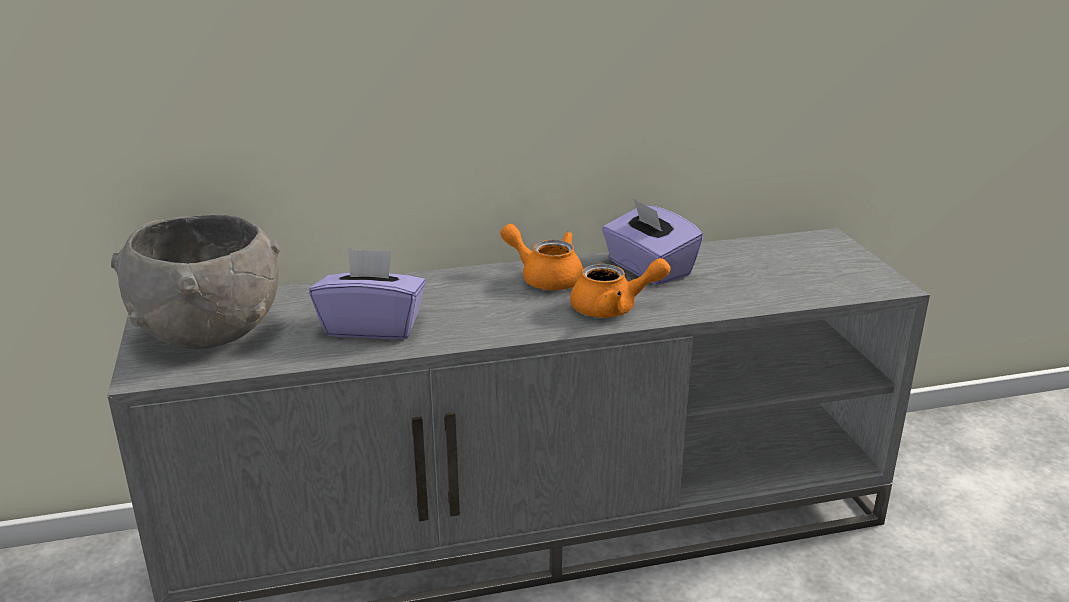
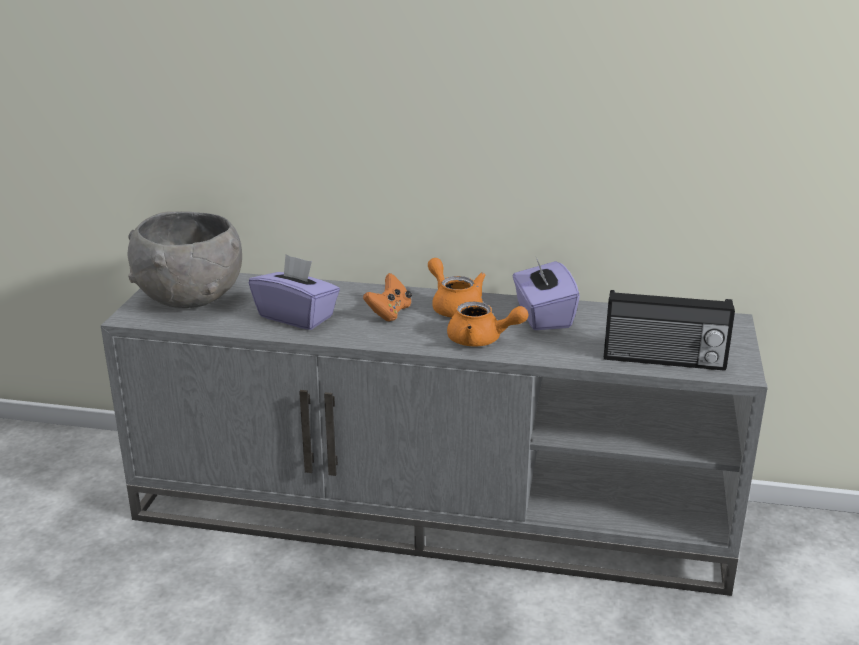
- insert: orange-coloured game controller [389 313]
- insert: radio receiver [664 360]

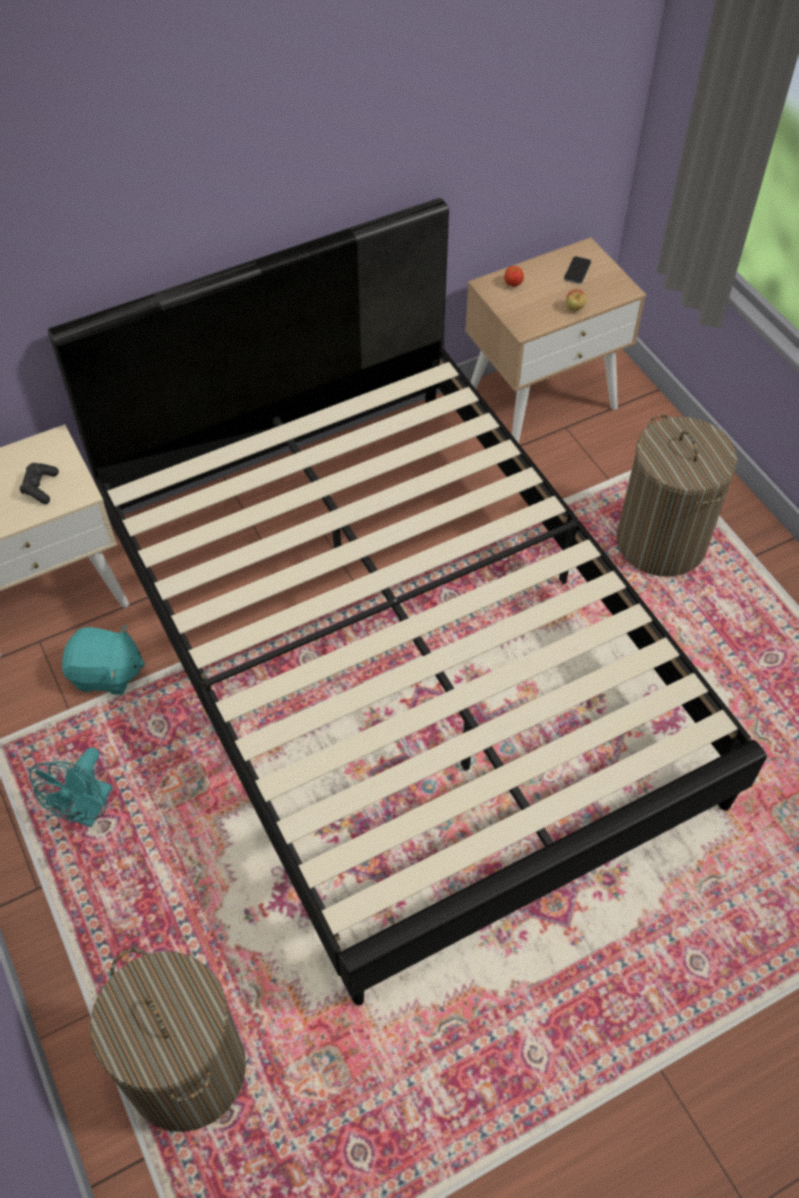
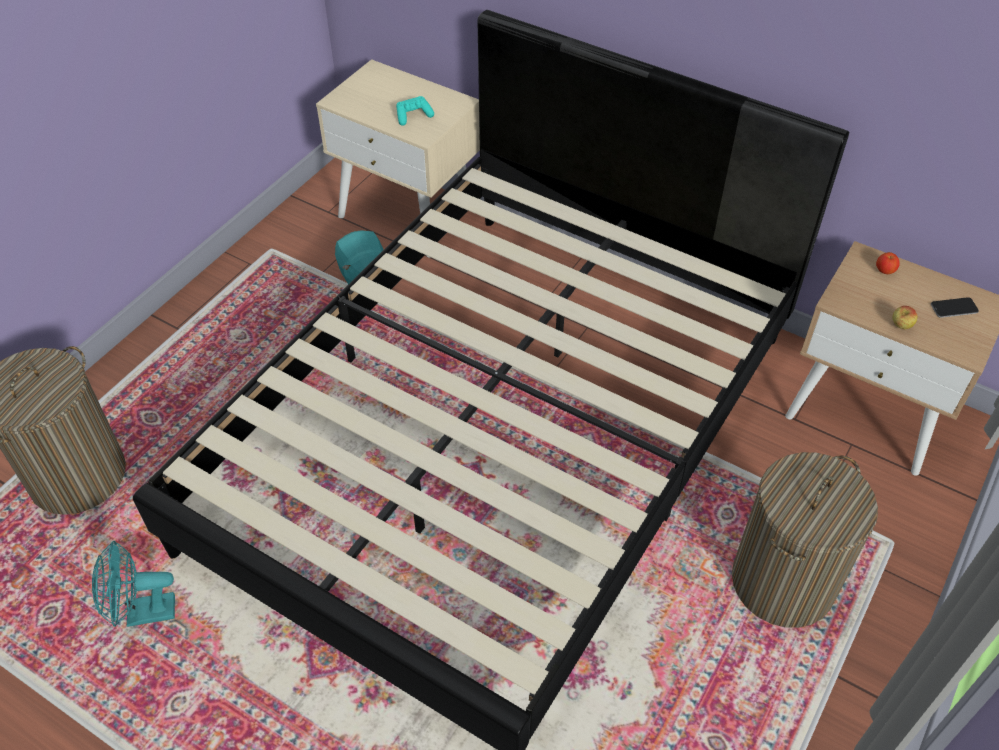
- move: blue-green electric fan [87 811] to [142 613]
- recolor: blackish game controller [40 488] to blue-green game controller [413 116]

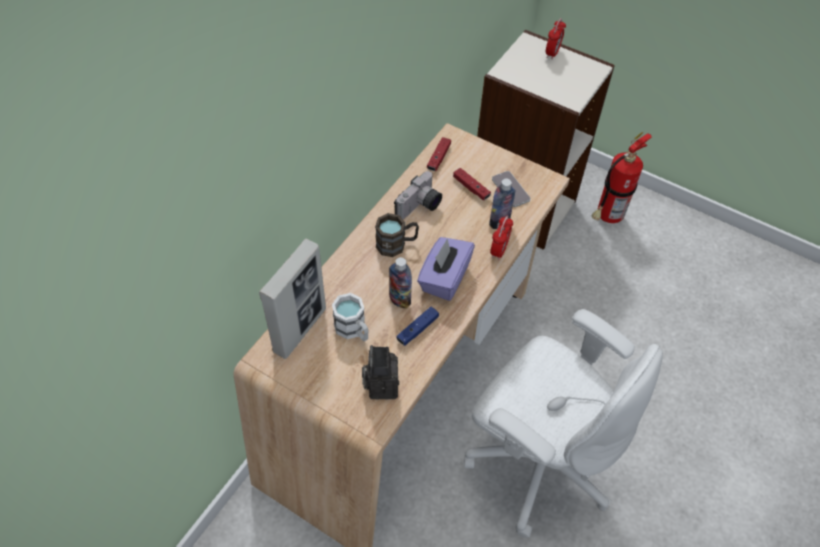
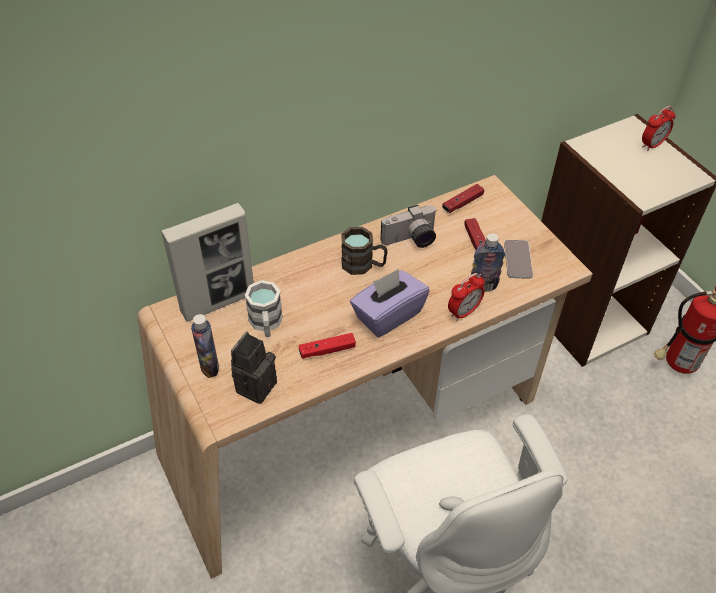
- move: drink bottle [400 300] to [209 366]
- recolor: bluish game controller [417 329] to red game controller [327 350]

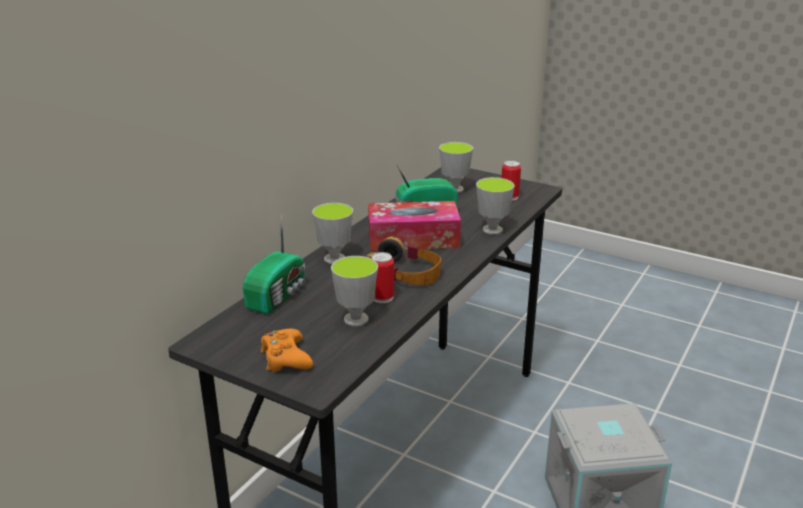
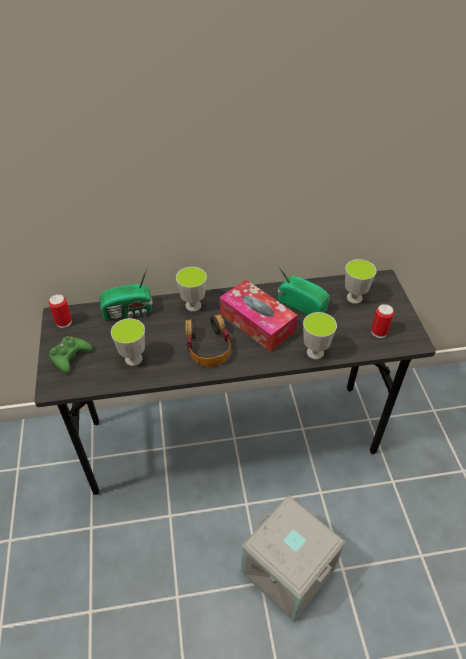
- move: metal can [382 297] to [64 322]
- recolor: orange-coloured game controller [285 358] to green game controller [70 357]

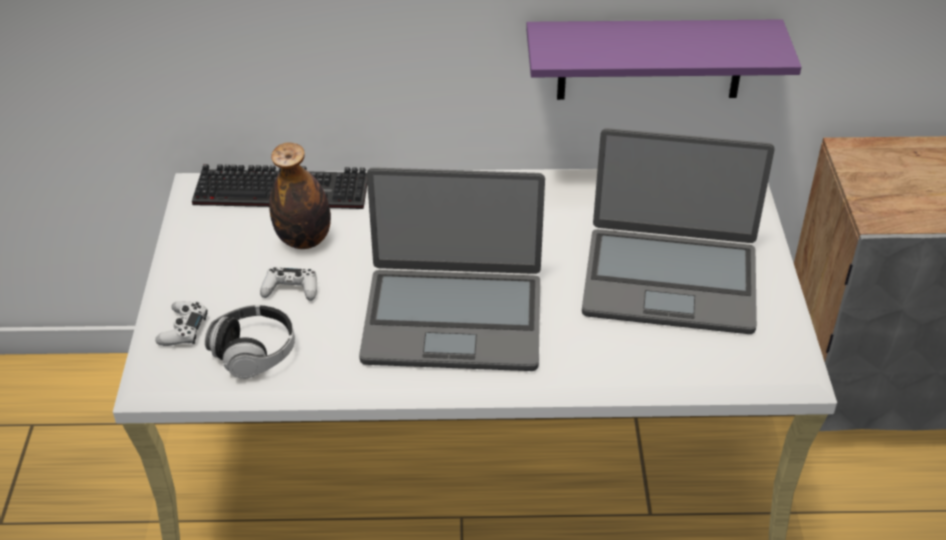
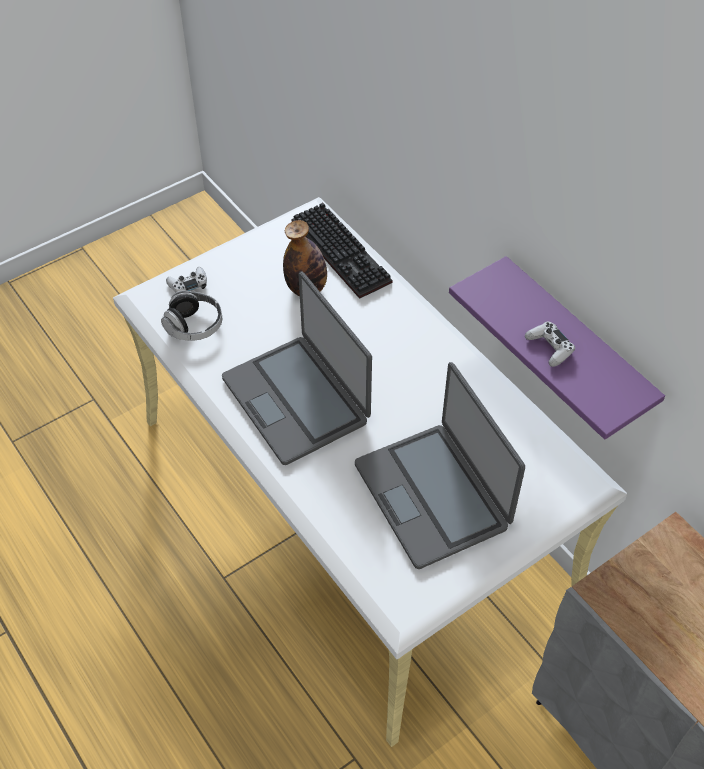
- move: white-coloured game controller [291 289] to [549 348]

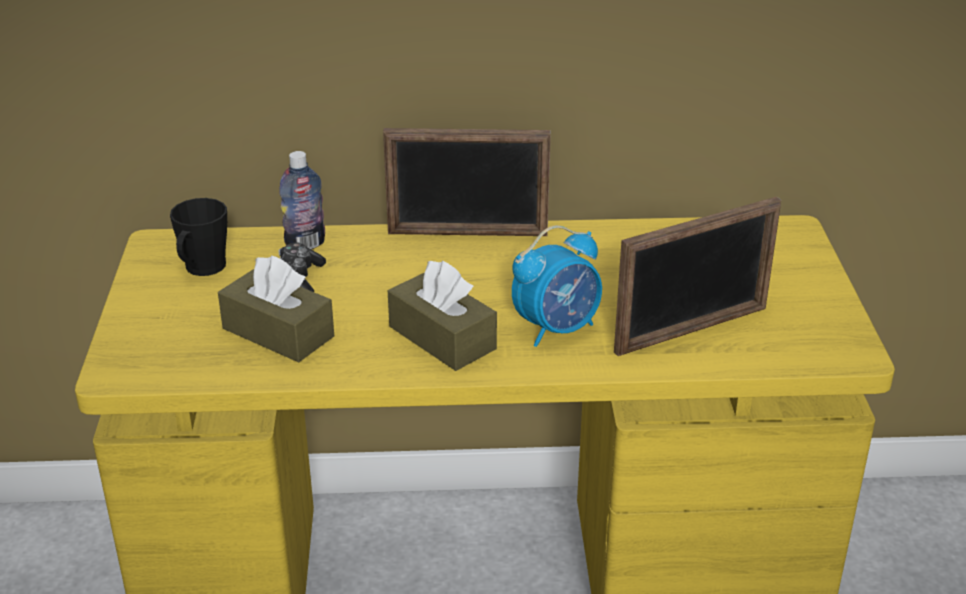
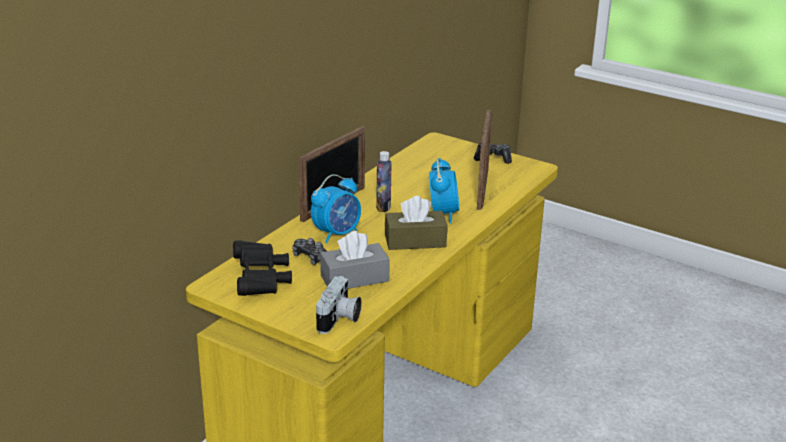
- replace: blackish mug [202 269] to blackish pair of binoculars [261 280]
- insert: alarm clock [337 234]
- insert: photo camera [339 319]
- recolor: brown-coloured tissue box [278 332] to gray tissue box [354 278]
- move: drink bottle [305 244] to [383 207]
- insert: game controller [493 158]

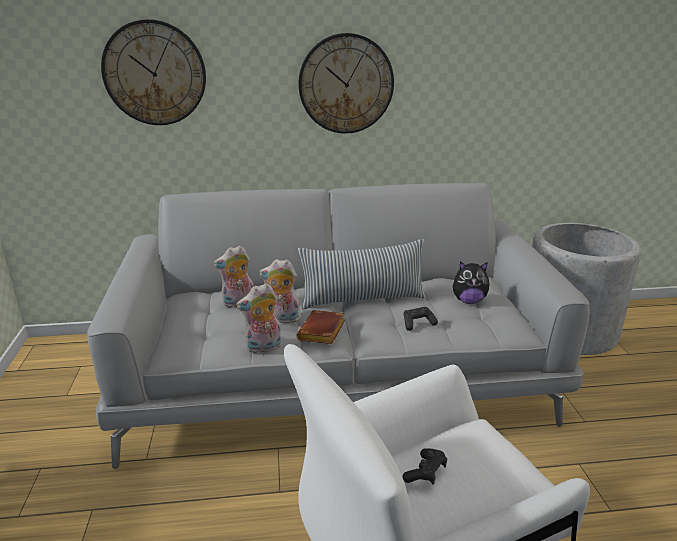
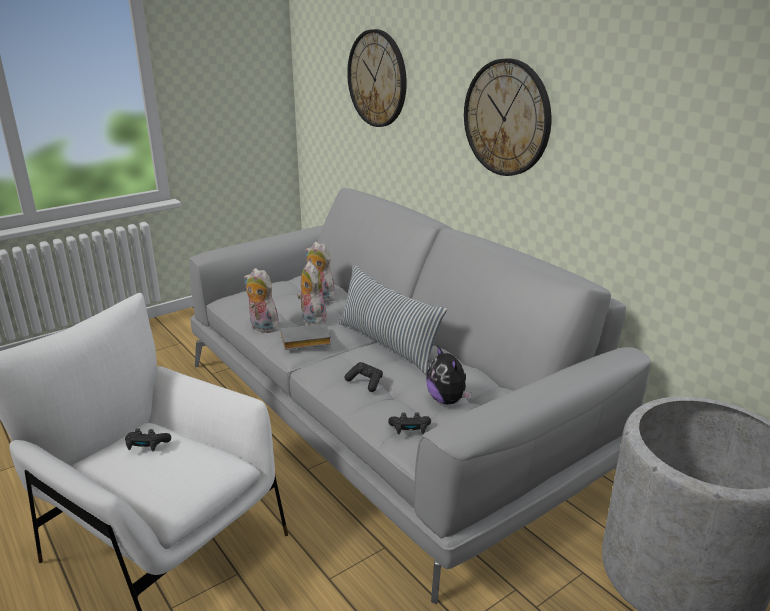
- recolor: brown-coloured bound book [323 332] to gray bound book [304 342]
- insert: blackish game controller [410 430]

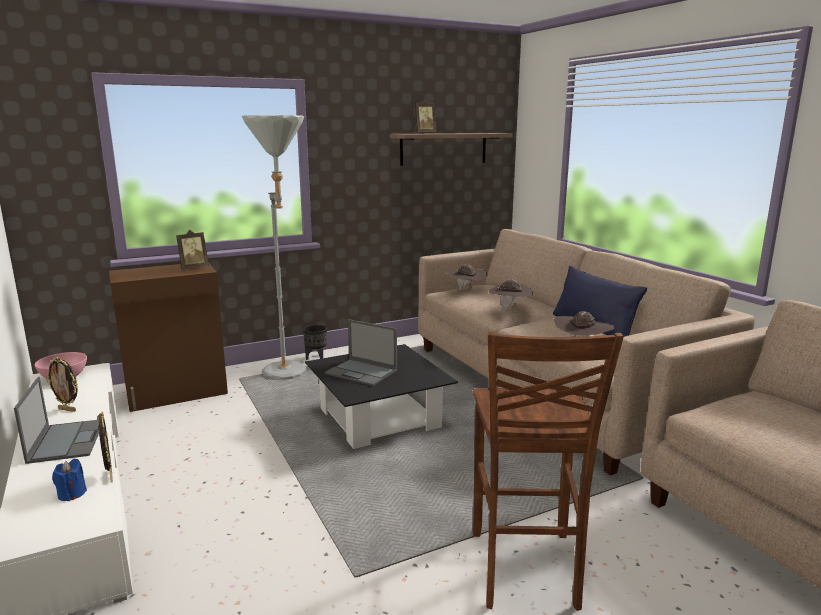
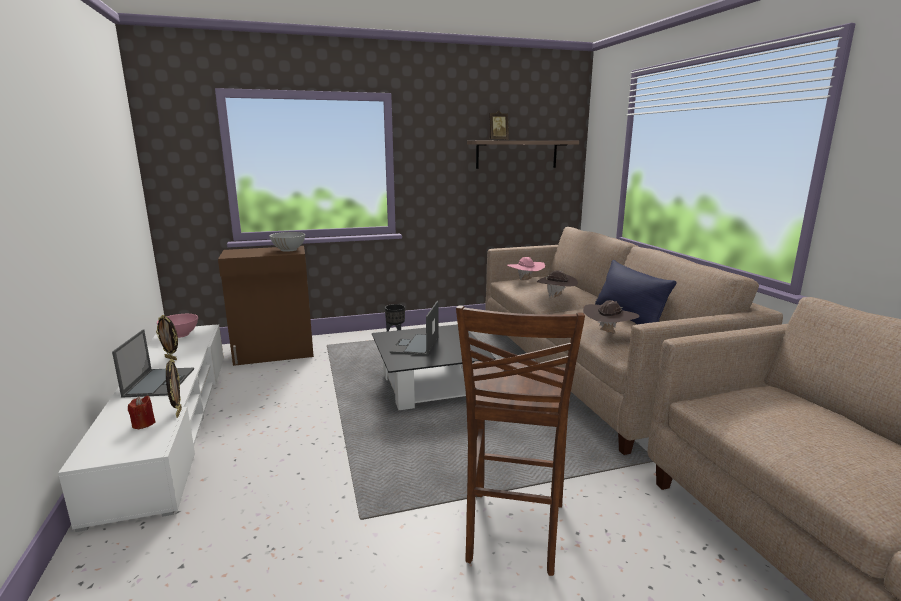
- recolor: bluish candle [72 494] to red candle [143 424]
- replace: photo frame [193 267] to white-coloured bowl [289 250]
- rotate: portable computer [362 372] = [415 345] 60 degrees clockwise
- recolor: brown-coloured hat [466 291] to pinkish hat [525 280]
- delete: gray floor lamp [288 375]

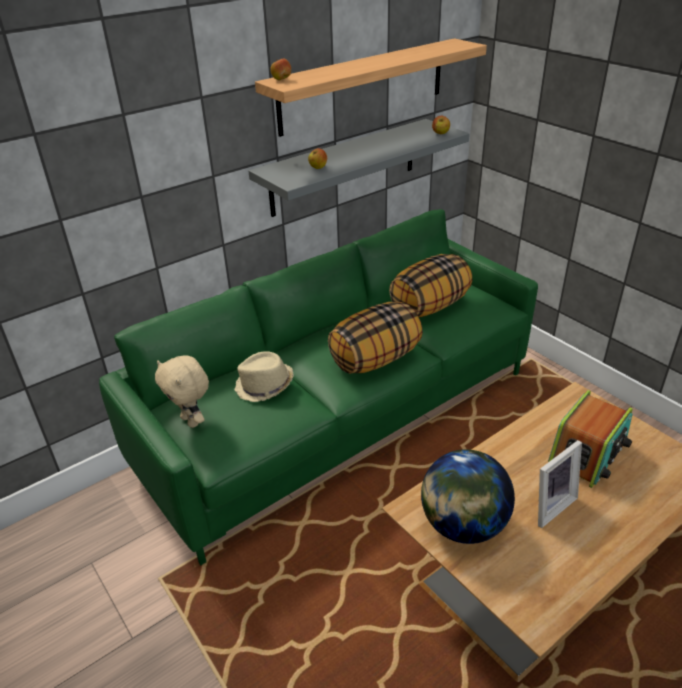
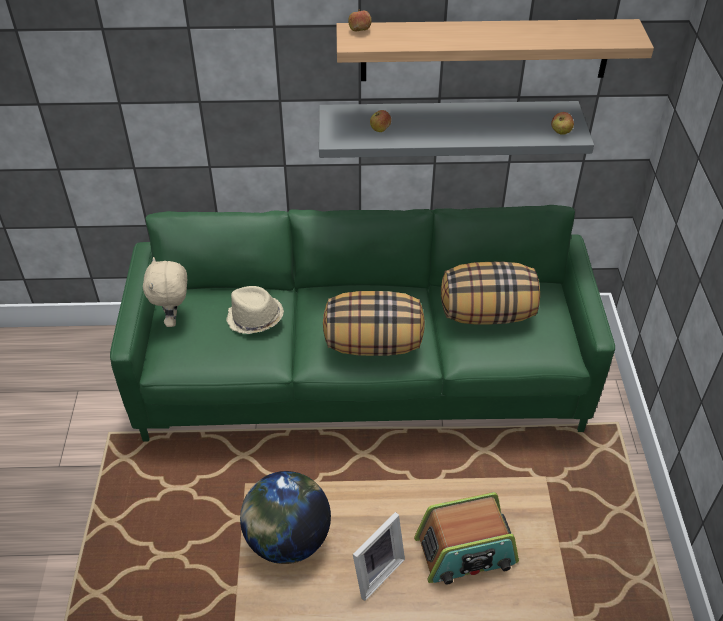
- rotate: photo frame [548 505] = [374 571] 45 degrees counterclockwise

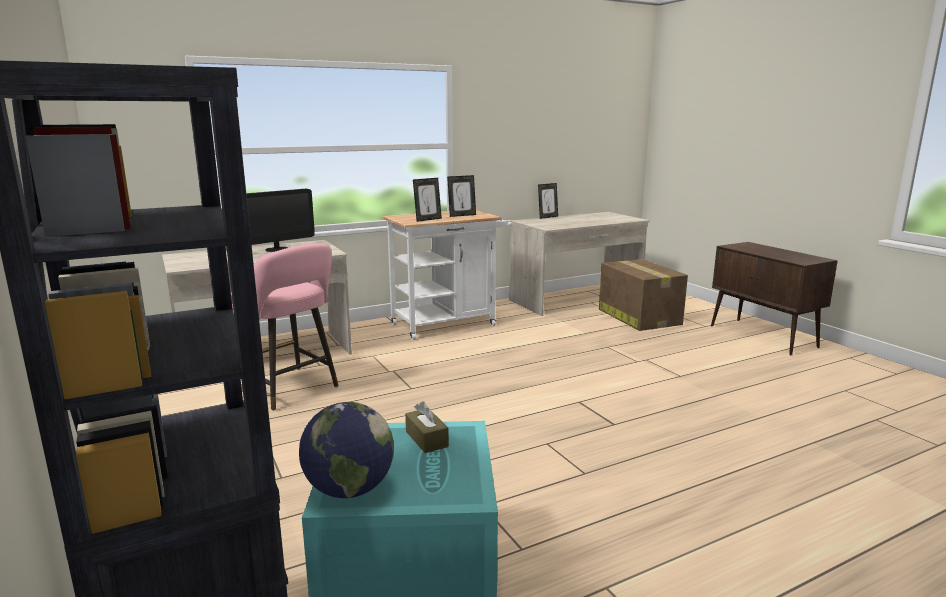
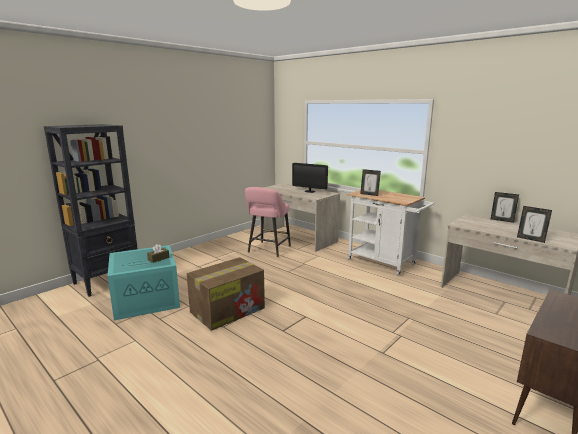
- move: packing box [638 316] to [228 310]
- move: photo frame [462 215] to [531 239]
- delete: desk globe [349 490]

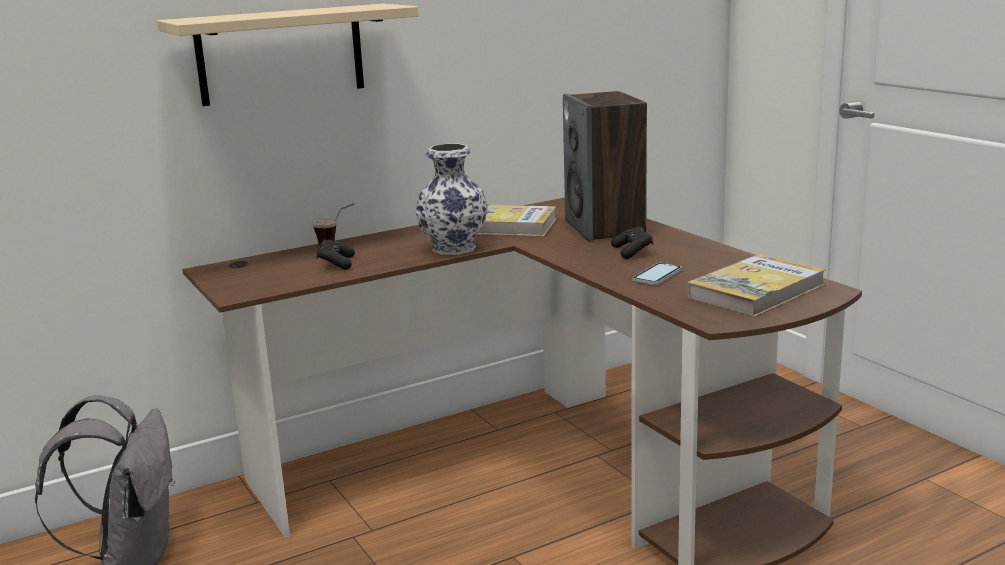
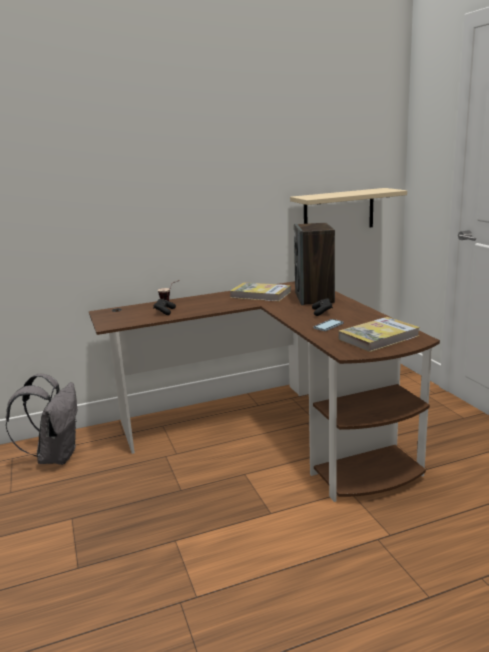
- move: beige-coloured bracket shelf [281 54] to [338 211]
- delete: decorative vase [455 248]

